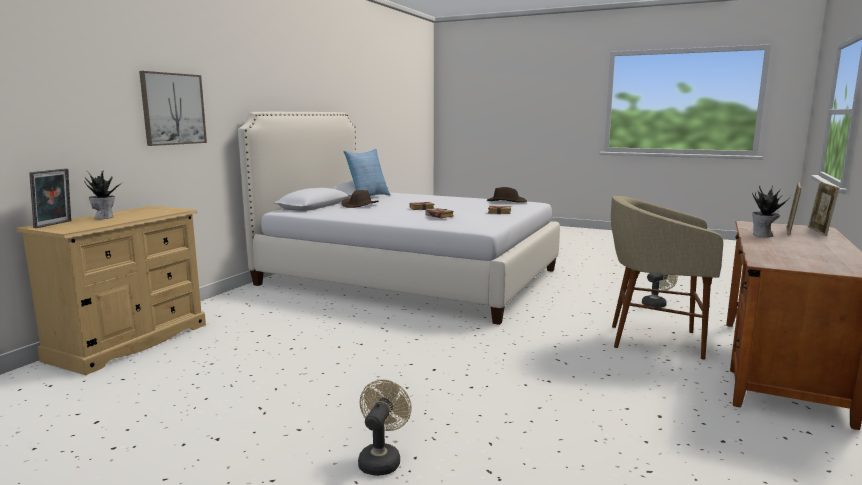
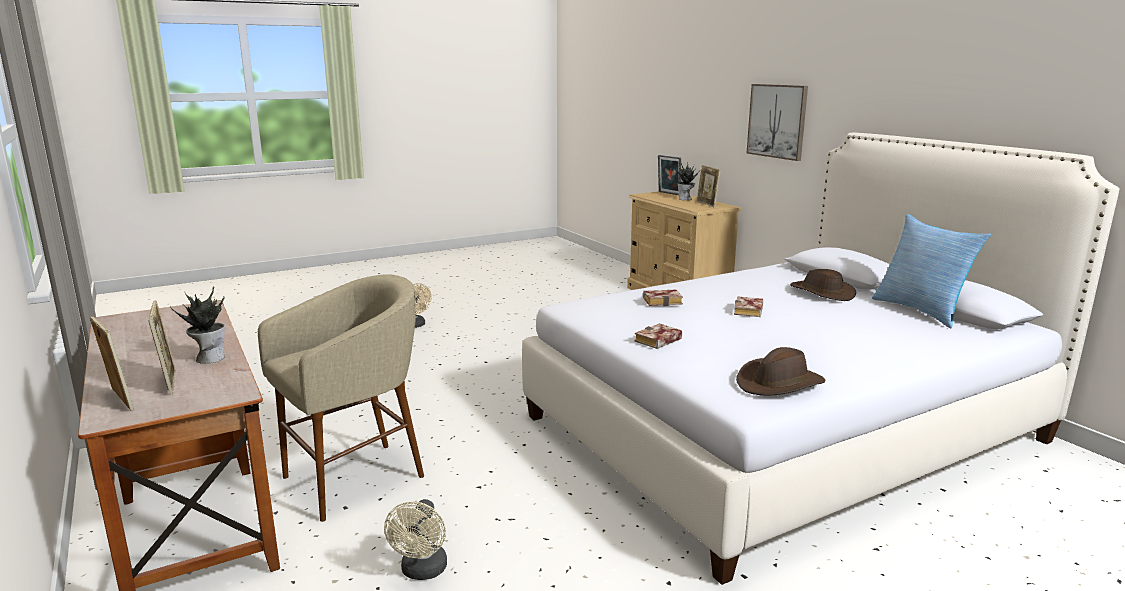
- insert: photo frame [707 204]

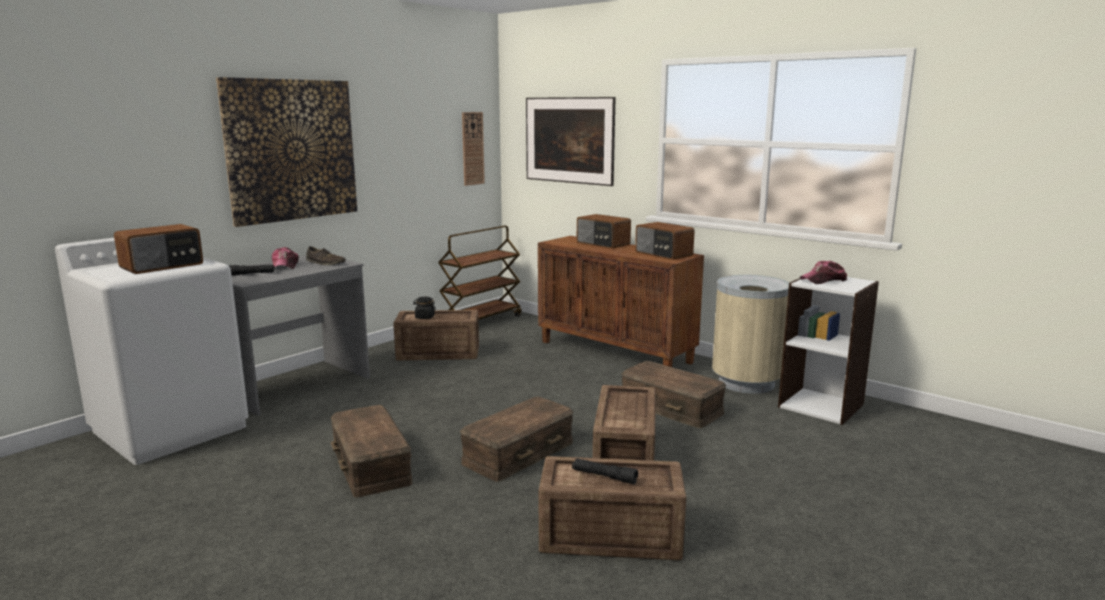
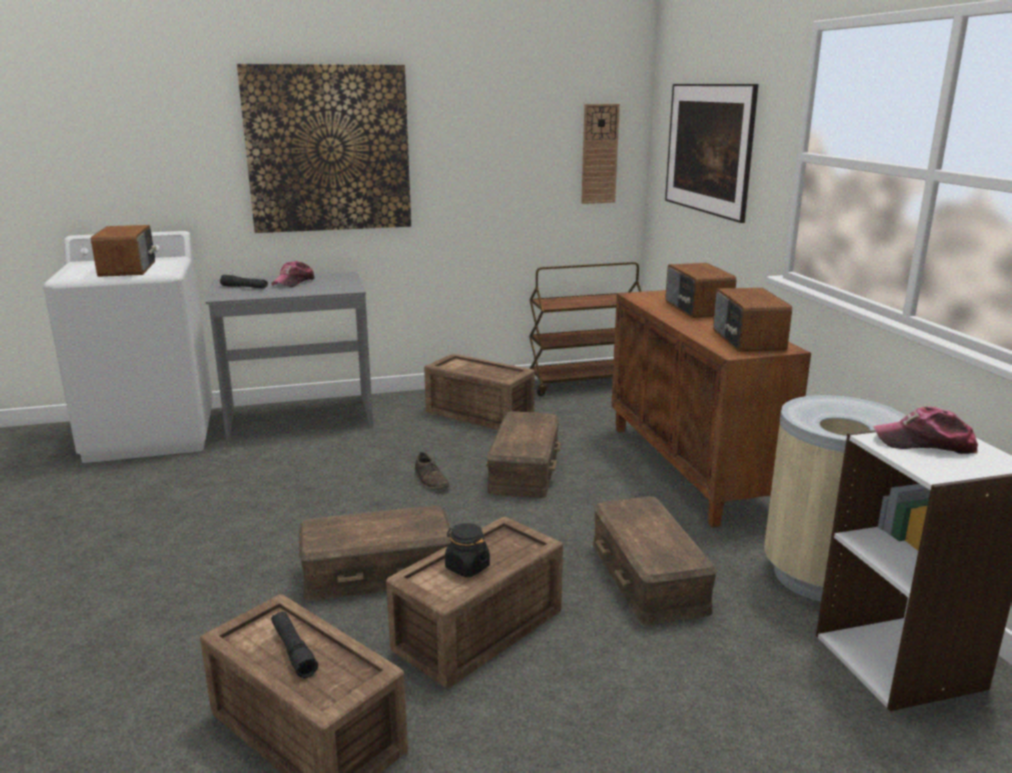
- rotate: radio receiver [163 266] = [129 269] 90 degrees counterclockwise
- move: brown-coloured shoe [325 263] to [431 480]
- move: blackish storage jar [424 317] to [467 567]
- move: brown-coloured storage bin [370 465] to [523 469]

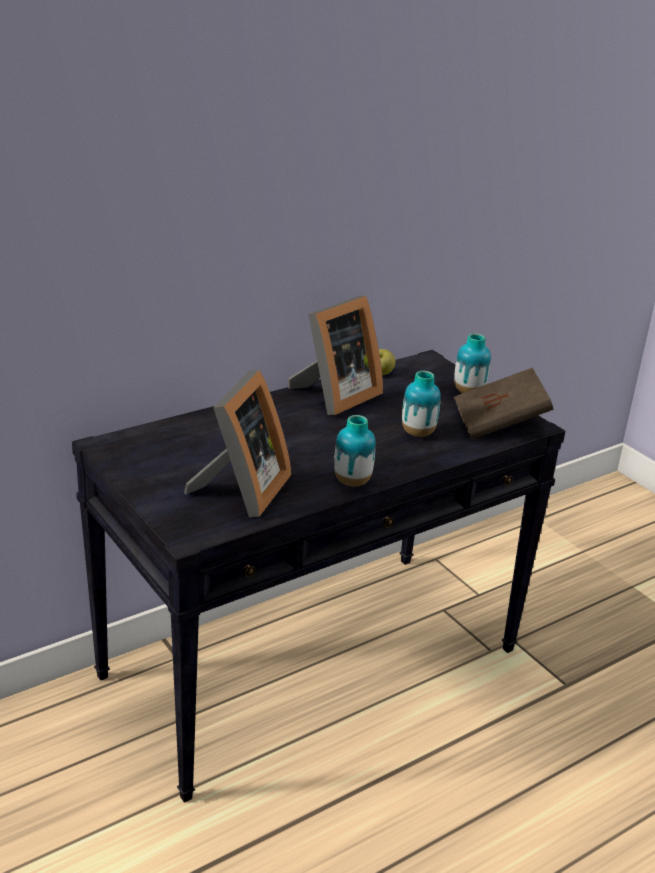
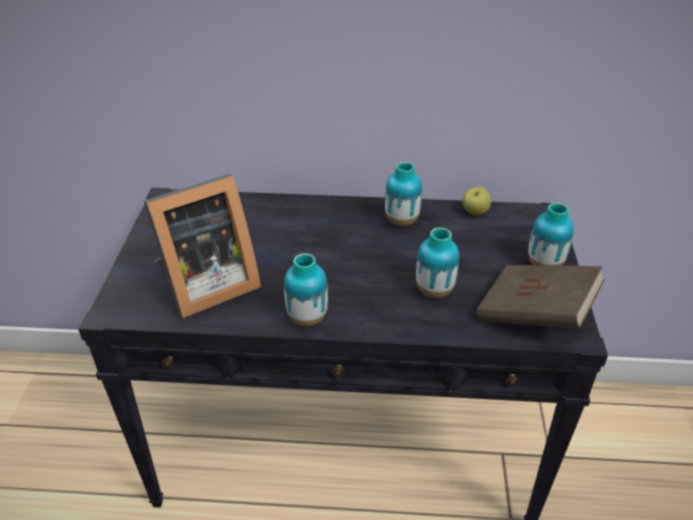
- replace: photo frame [334 396] to decorative vase [401 221]

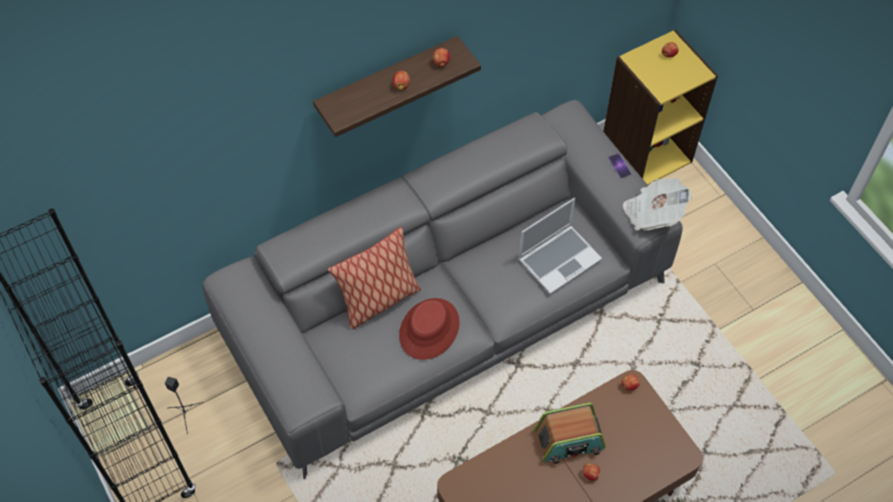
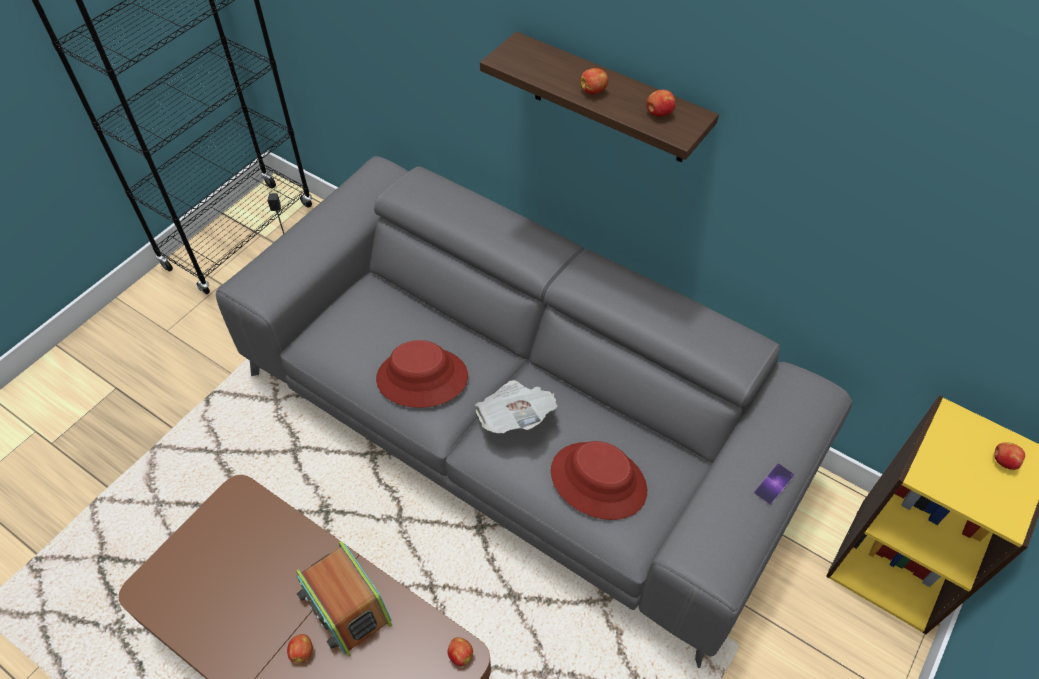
- move: daily paper [653 213] to [515 417]
- replace: portable computer [559 259] to red hat [598 480]
- delete: cushion [378 301]

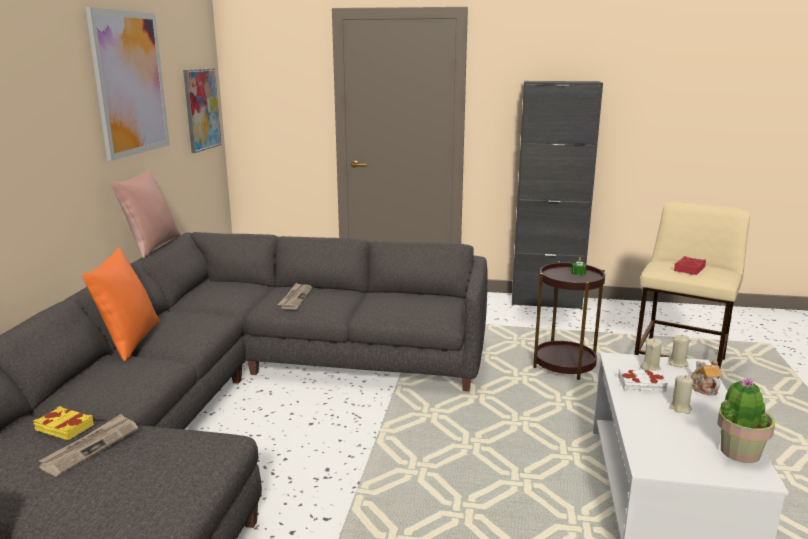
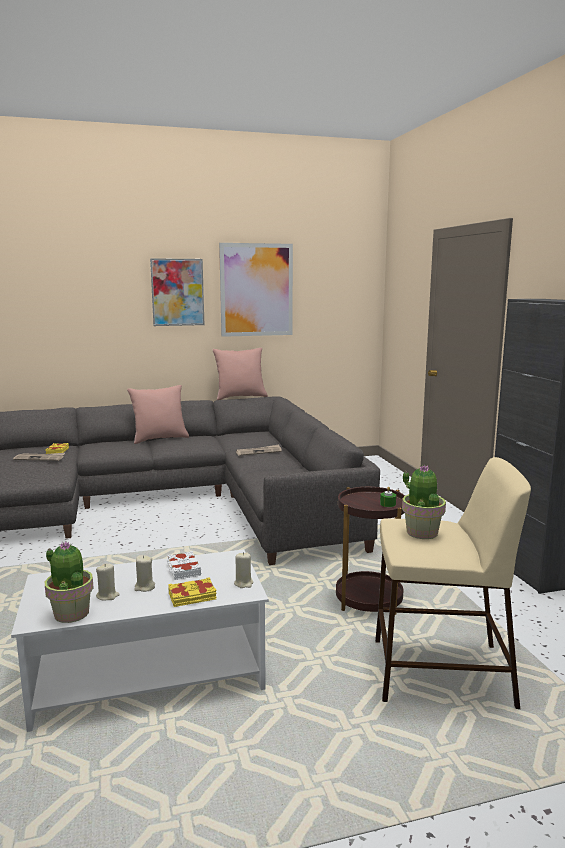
- move: beige-coloured candle [650 368] to [107 596]
- recolor: orange-coloured cushion [129 341] to pinkish cushion [159 439]
- move: wall picture [201 109] to [177 292]
- replace: teapot [703 388] to yellowish bound book [192 597]
- replace: red bound book [688 269] to houseplant [422 532]

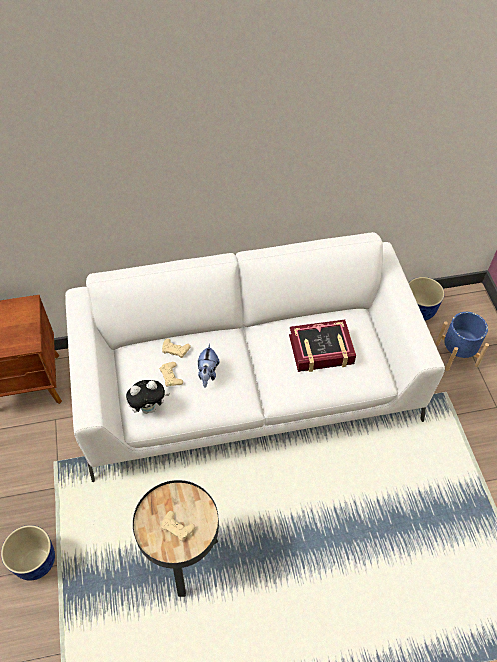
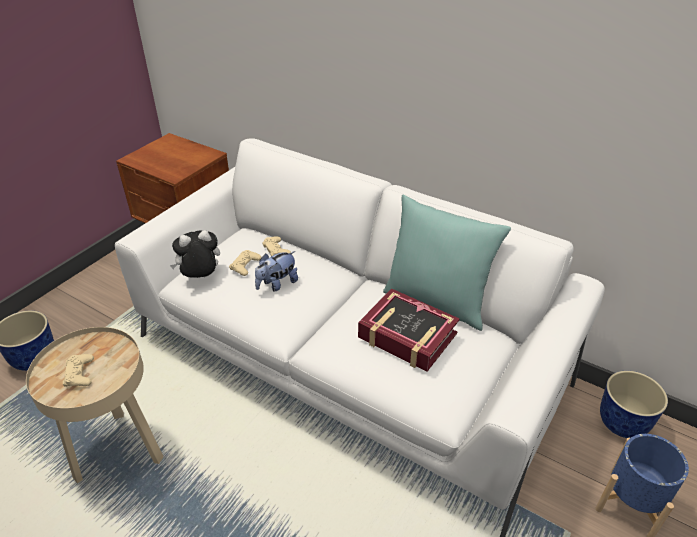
- recolor: blackish end table [183 557] to beige-coloured end table [119 450]
- rotate: soft toy [149 407] = [200 278] 135 degrees clockwise
- insert: blue-green cushion [436 302]

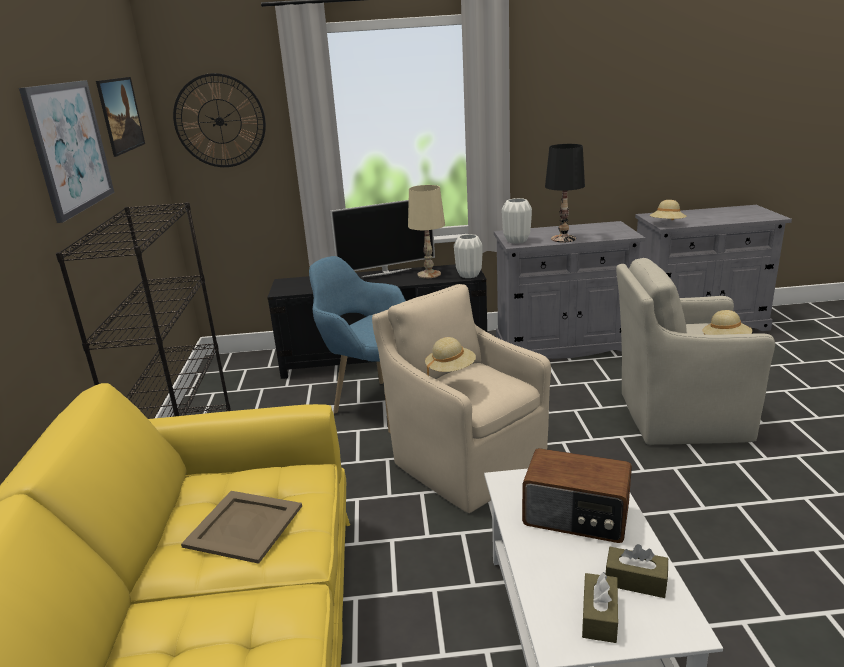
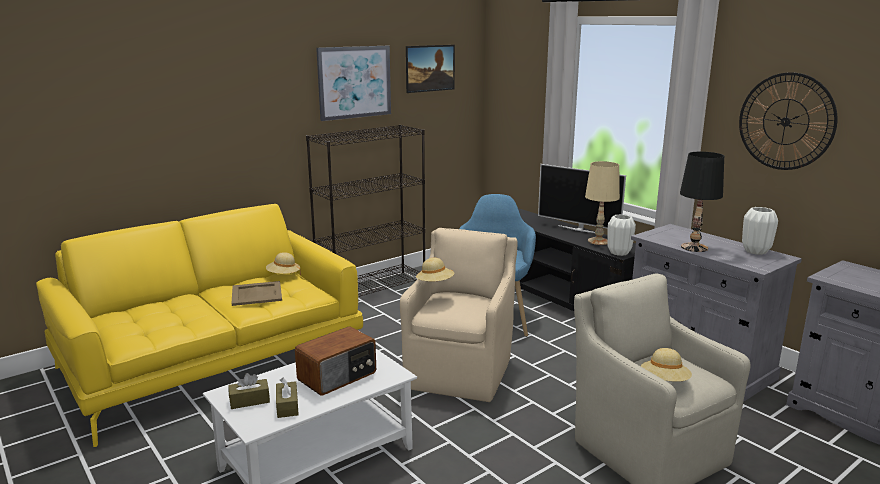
- move: beige-coloured hat [667 224] to [283 275]
- rotate: radio receiver [576 517] = [338 376] 120 degrees counterclockwise
- move: clock on the wall [219 121] to [785 121]
- move: white-coloured decorative vase [516 241] to [755 251]

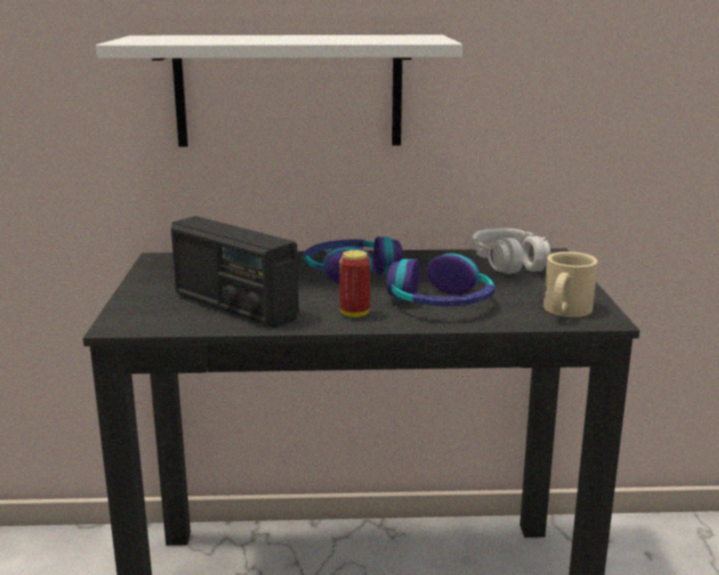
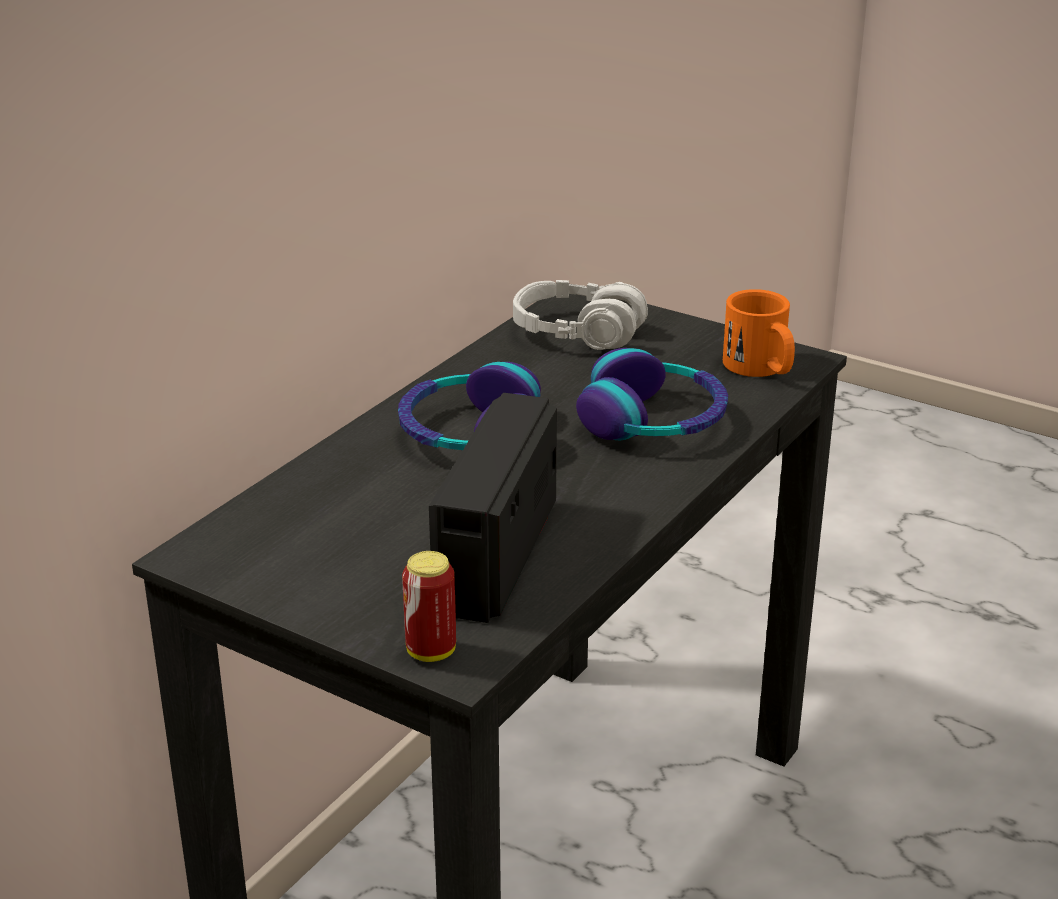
- move: metal can [354 314] to [431 651]
- rotate: radio receiver [234 306] = [495 555] 120 degrees clockwise
- recolor: beige-coloured mug [564 312] to orange-coloured mug [761 369]
- delete: white-coloured bracket shelf [288 91]

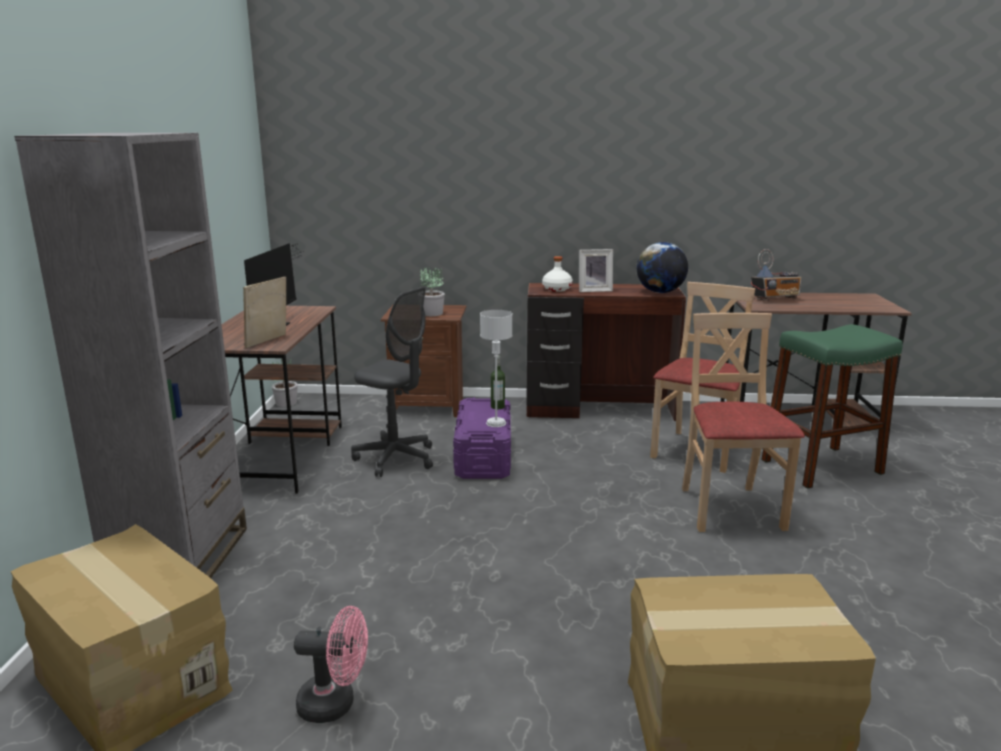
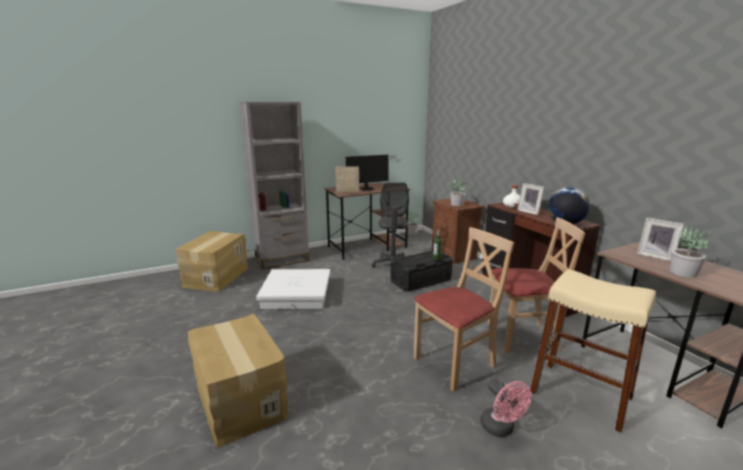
- insert: white-coloured storage bin [297 294]
- recolor: purplish storage bin [484 456] to blackish storage bin [421 281]
- move: pinkish electric fan [335 704] to [501 429]
- recolor: green sitting stool [821 467] to beige-coloured sitting stool [580 394]
- replace: radio receiver [775 299] to photo frame [656 256]
- insert: houseplant [683 273]
- delete: gray tabletop lamp [496 423]

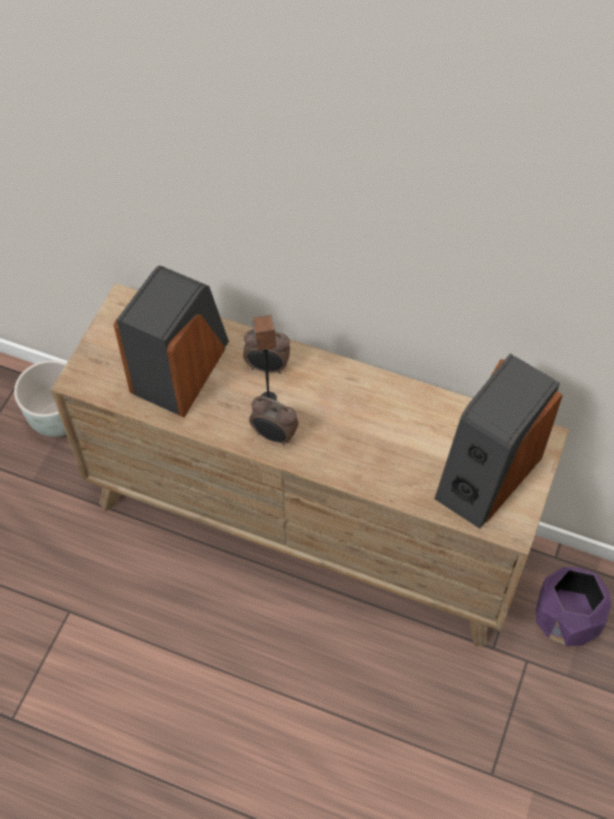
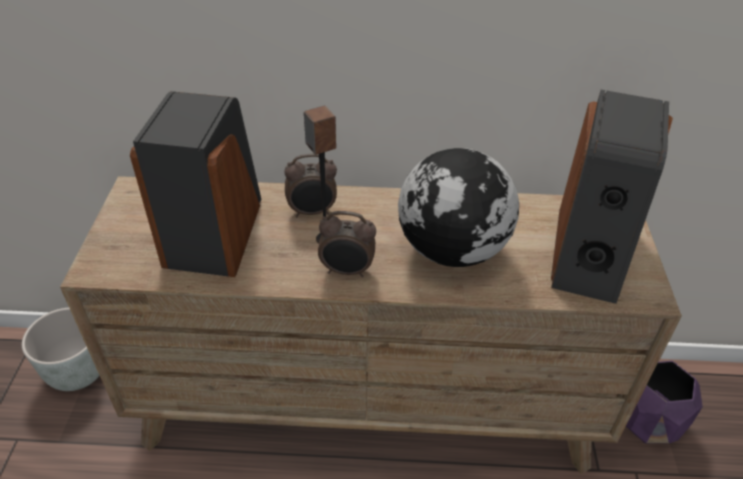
- insert: desk globe [452 251]

